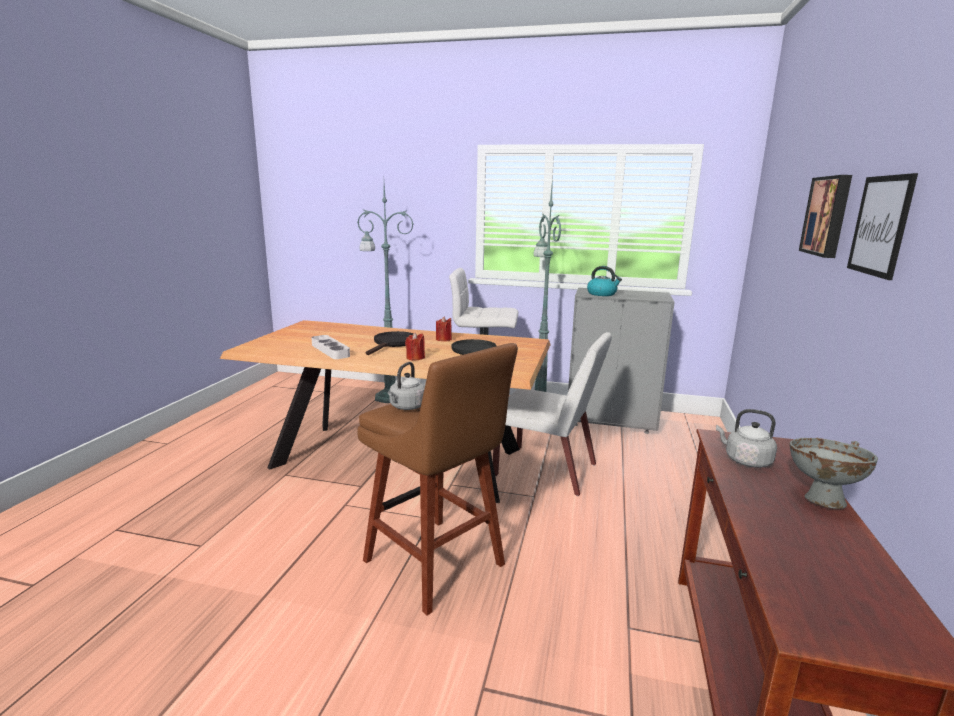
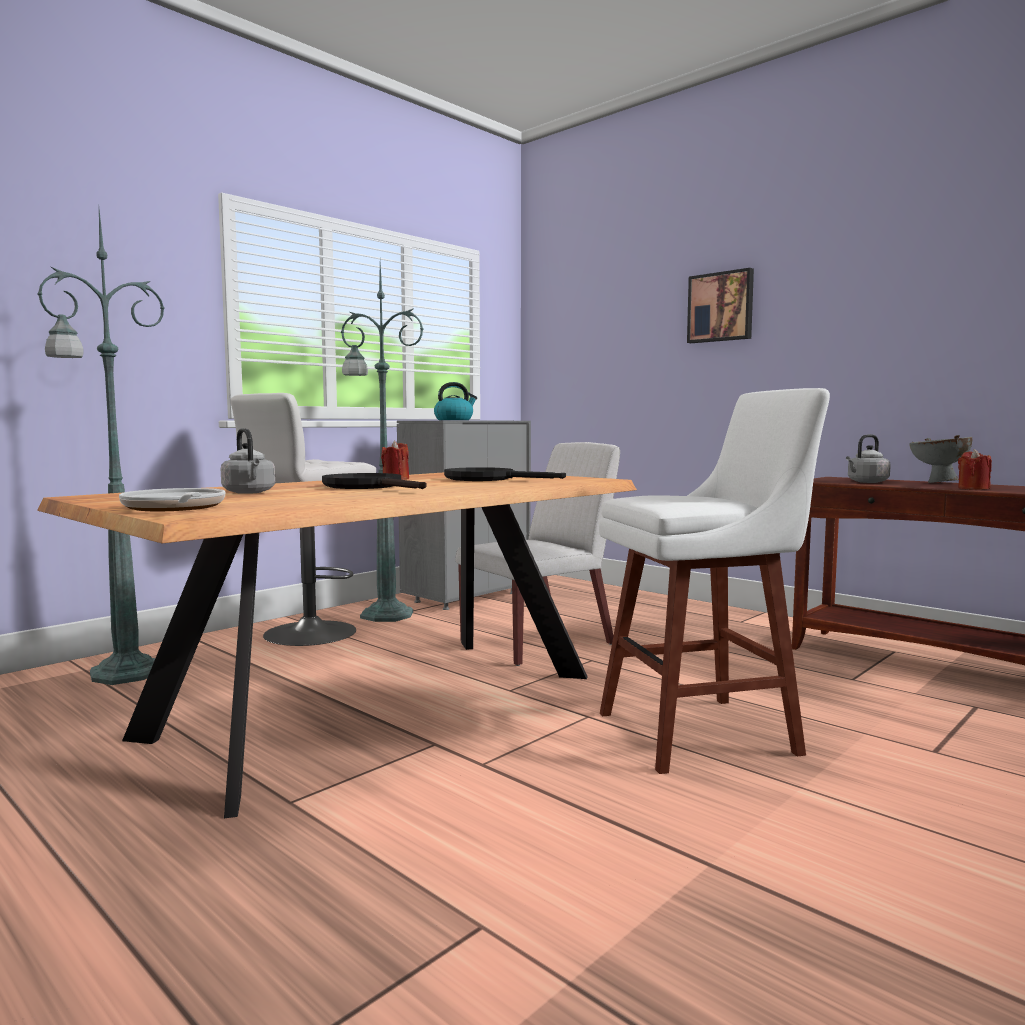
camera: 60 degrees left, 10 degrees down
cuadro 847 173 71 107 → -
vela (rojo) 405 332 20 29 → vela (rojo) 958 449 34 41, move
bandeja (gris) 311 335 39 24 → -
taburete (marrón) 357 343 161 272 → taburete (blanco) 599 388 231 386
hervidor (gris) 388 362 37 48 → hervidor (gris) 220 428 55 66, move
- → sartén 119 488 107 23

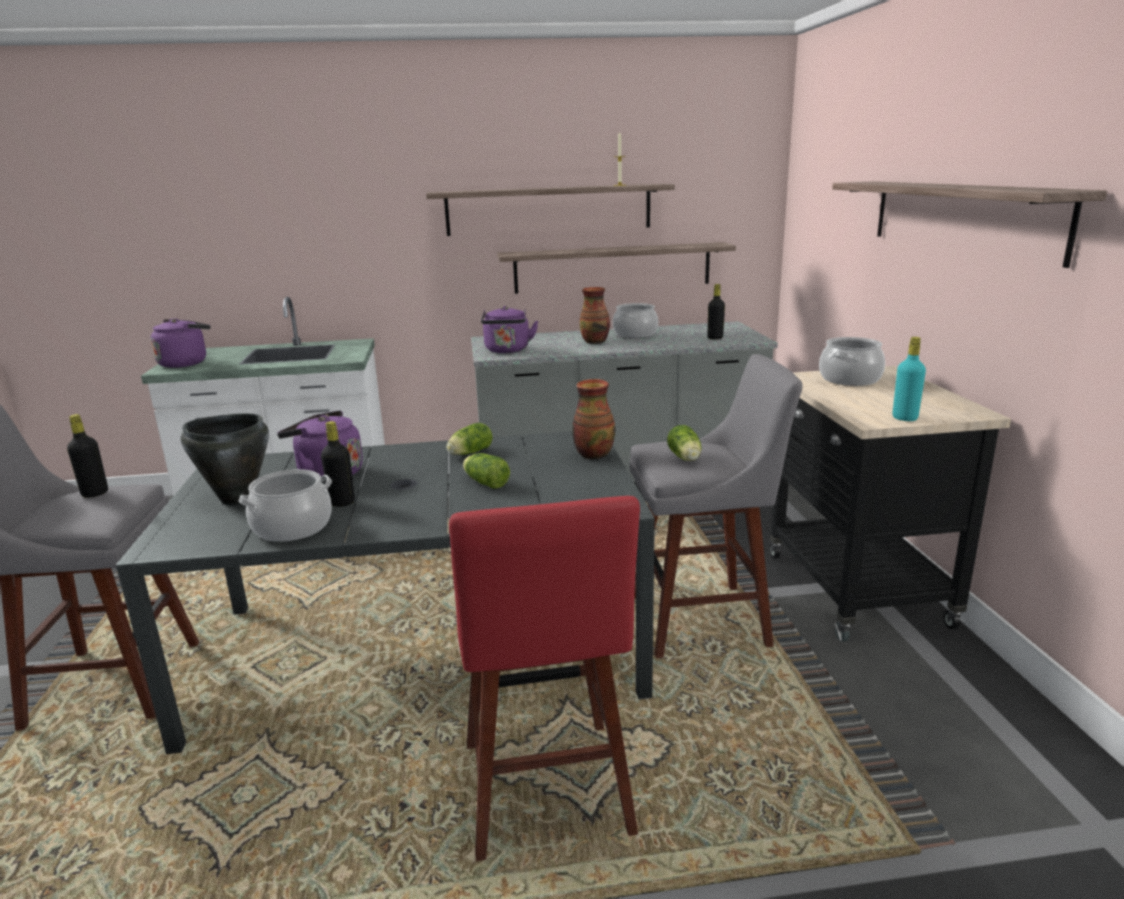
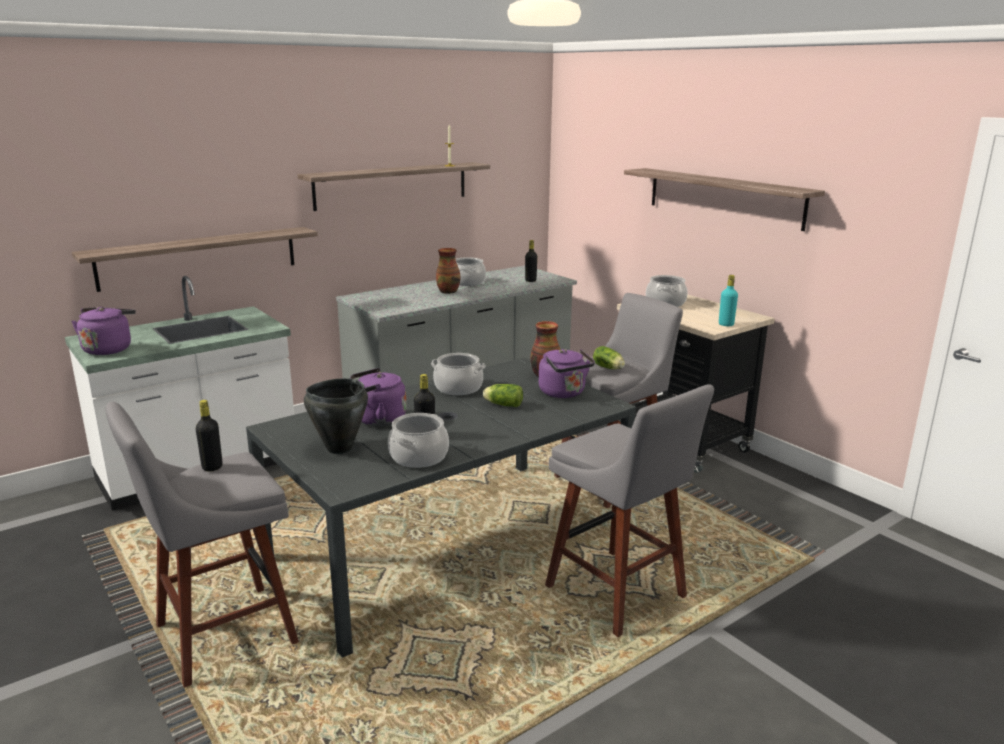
camera: 30 degrees left, 0 degrees up
estante 497 242 239 52 → estante 72 227 246 65, move
hervidor (morado) 481 306 57 47 → hervidor (morado) 539 349 56 49, move
lechuga 446 423 46 32 → olla 431 353 55 42
taburete (rojo) 449 496 191 365 → taburete (gris) 545 384 169 253

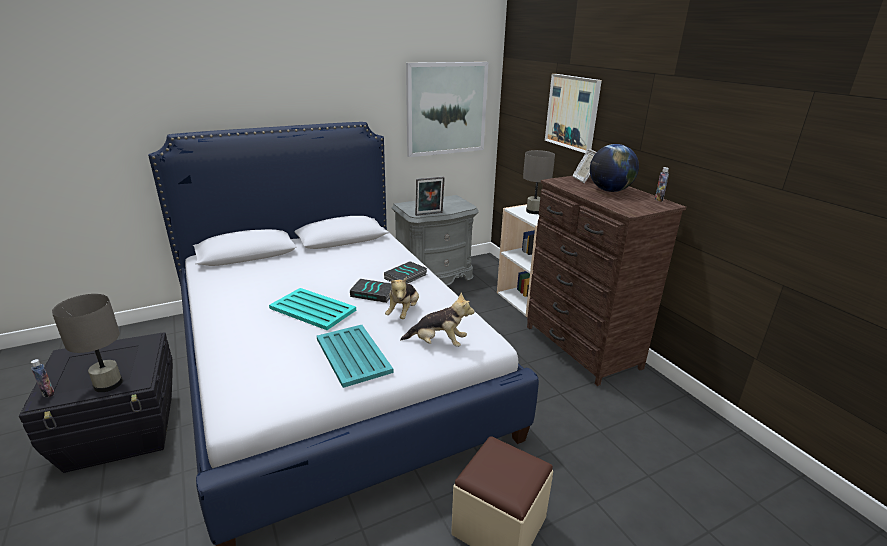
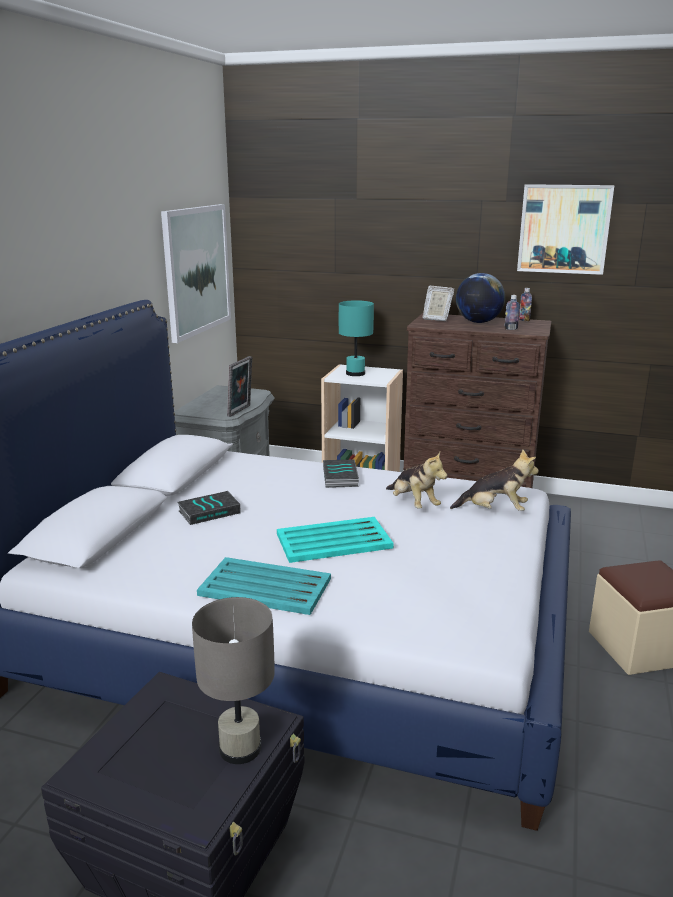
camera: 45 degrees left, 5 degrees down
cuadro 545 74 57 79 → cuadro 517 184 97 91, move
lámpara de mesa (gris) 523 150 32 64 → lámpara de mesa (turquesa) 339 300 35 76
libro 350 279 42 24 → libro 177 491 64 34, move
peluche 400 293 75 54 → peluche 450 449 89 62, 45 degrees clockwise
bandeja (turquesa) 317 325 76 63 → bandeja (turquesa) 197 557 134 58, move
botella 31 359 24 39 → botella 504 295 16 35, move

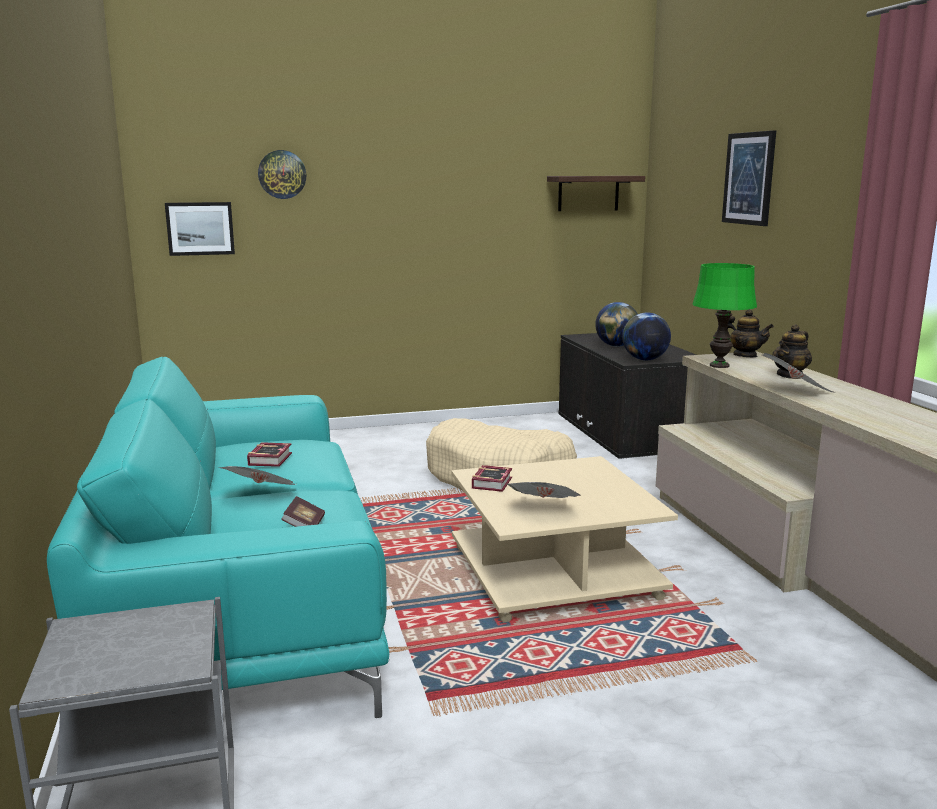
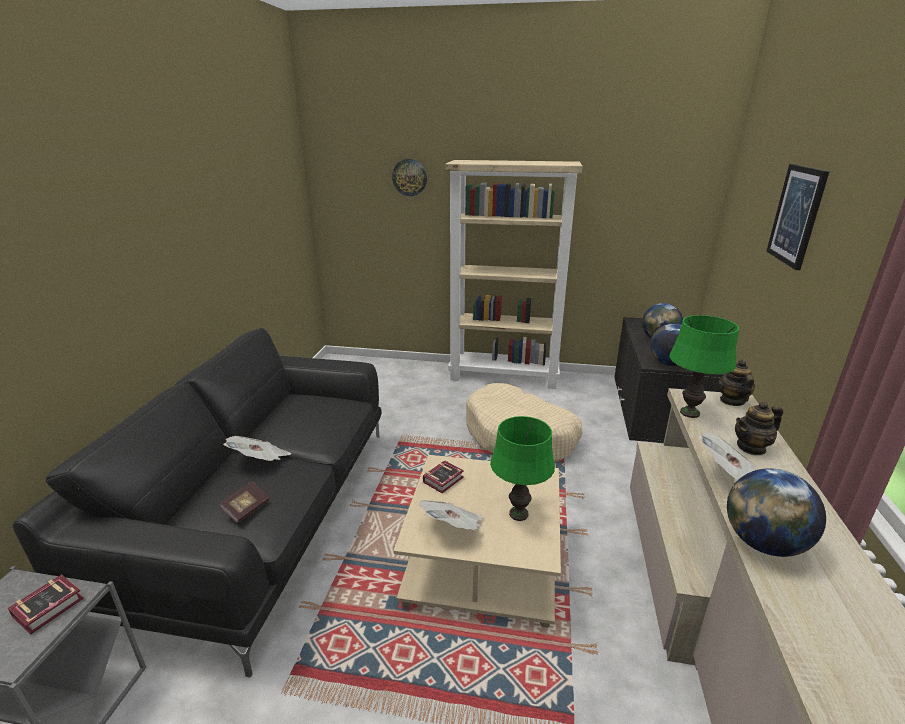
camera: 25 degrees right, 10 degrees up
estante 547 176 98 35 → -
cuadro 165 202 70 54 → -
tetera 727 309 47 48 → tetera 718 359 37 47, 150 degrees counterclockwise
sofá (turquesa) 47 357 342 361 → sofá (negro) 13 328 369 349
libro 247 442 45 25 → libro 8 574 76 61, move
- → estantería (beis) 445 160 137 229
- → lámpara de mesa (verde) 490 416 65 105
- → globo terráqueo 727 468 99 89

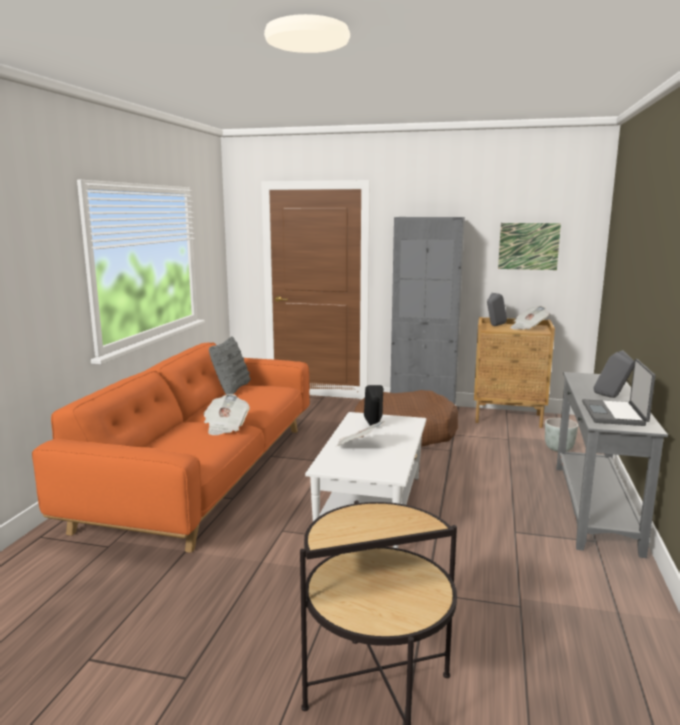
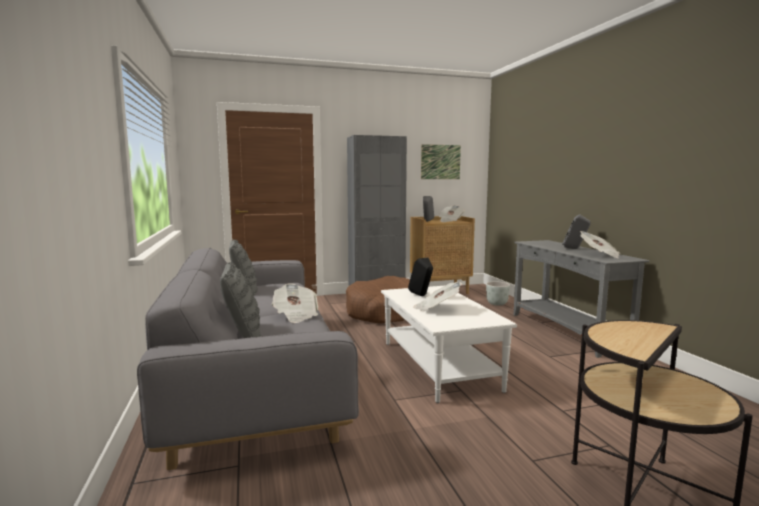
camera: 30 degrees left, 5 degrees down
sofá (naranja) 32 343 278 210 → sofá (gris) 137 248 222 222
portátil 582 359 73 67 → periódico 580 231 40 27
- → cojín (gris) 220 262 41 76

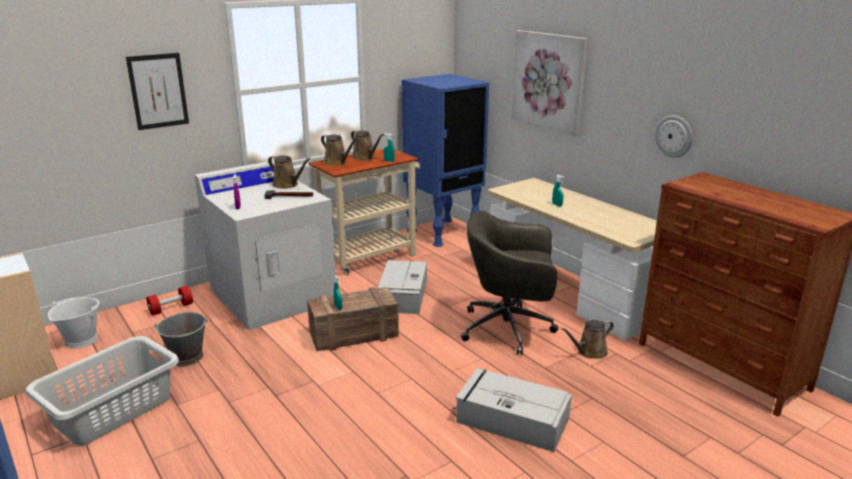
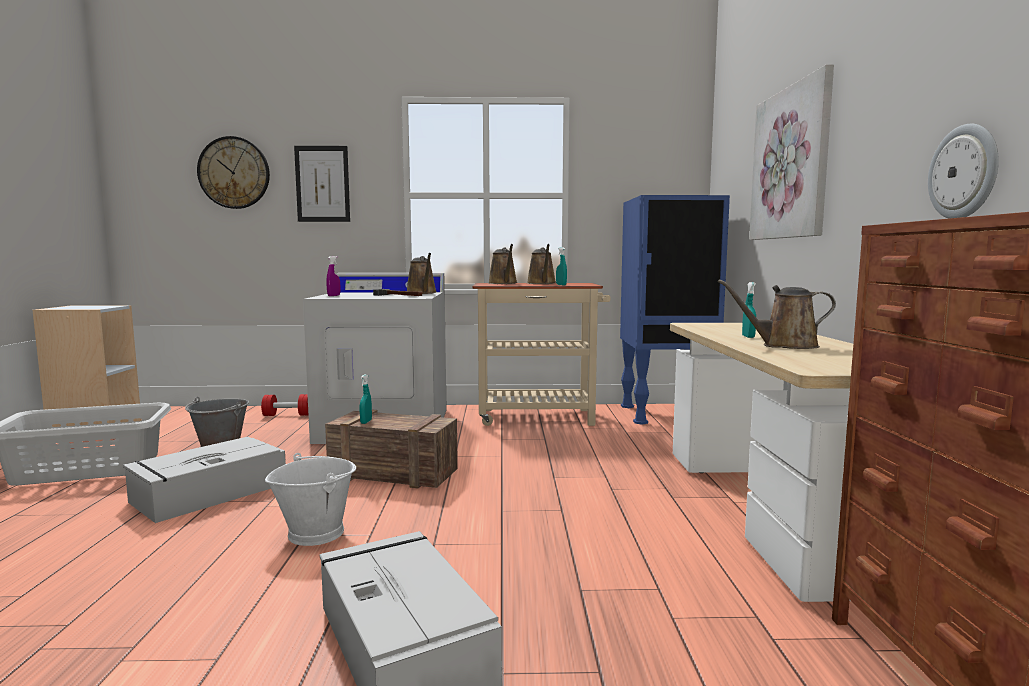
camera: 35 degrees right, 15 degrees down
silla de oficina (gris) 461 211 98 144 → -
caja de almacenaje (gris) 378 260 49 54 → caja de almacenaje (gris) 123 437 163 86, move
cubo (blanco) 48 297 52 51 → cubo (blanco) 265 453 91 93, move
regadera (marrón) 561 320 53 39 → regadera (marrón) 718 280 118 69, move
- → reloj de pared 197 136 73 73

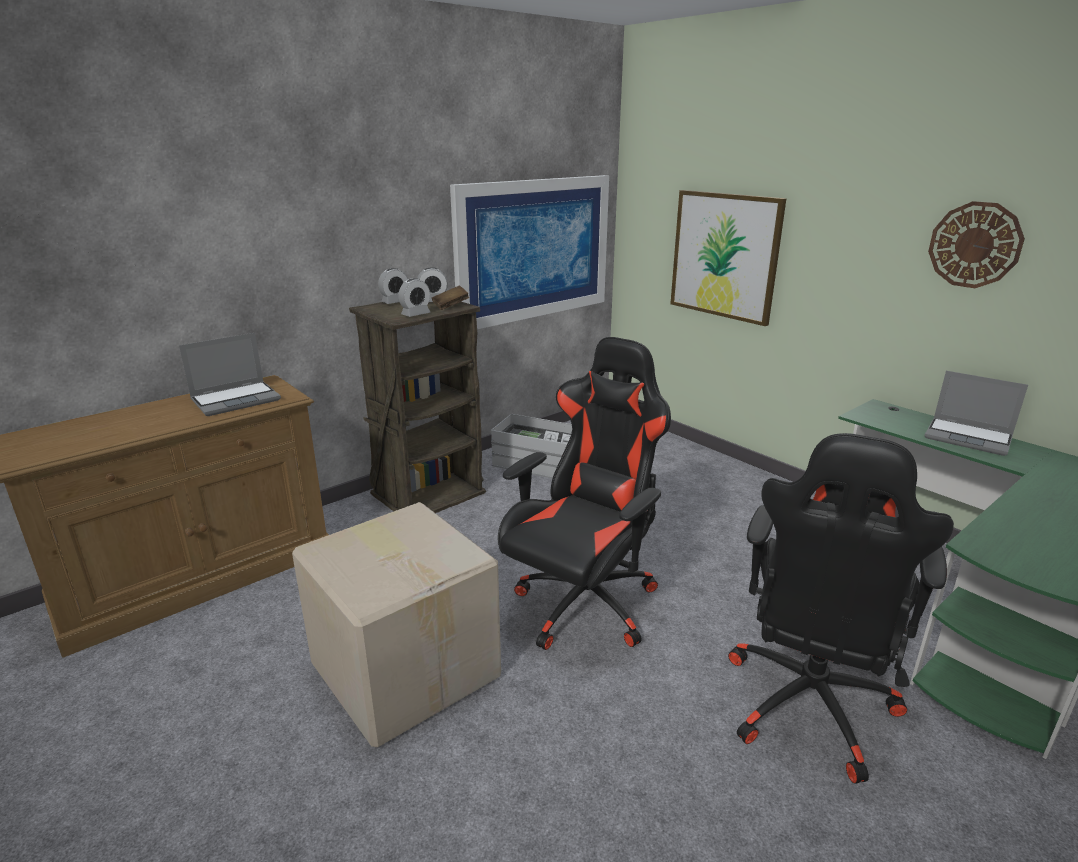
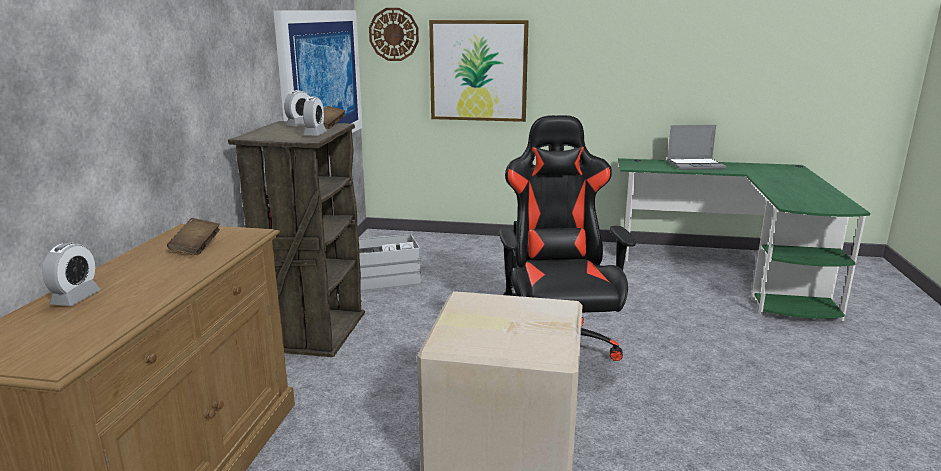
camera: 40 degrees left, 5 degrees down
reloj de pared 928 201 97 87 → reloj de pared 369 8 50 53, move
despertador 378 268 30 36 → despertador 42 242 59 64, move
portátil 179 333 102 83 → libro (marrón) 167 218 53 37
silla de oficina (negro) 728 433 226 351 → -

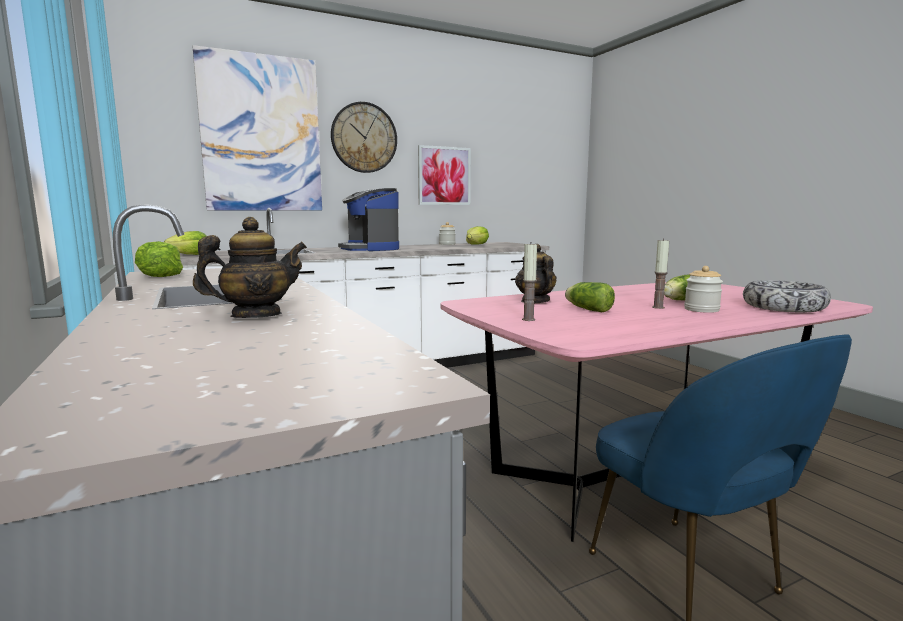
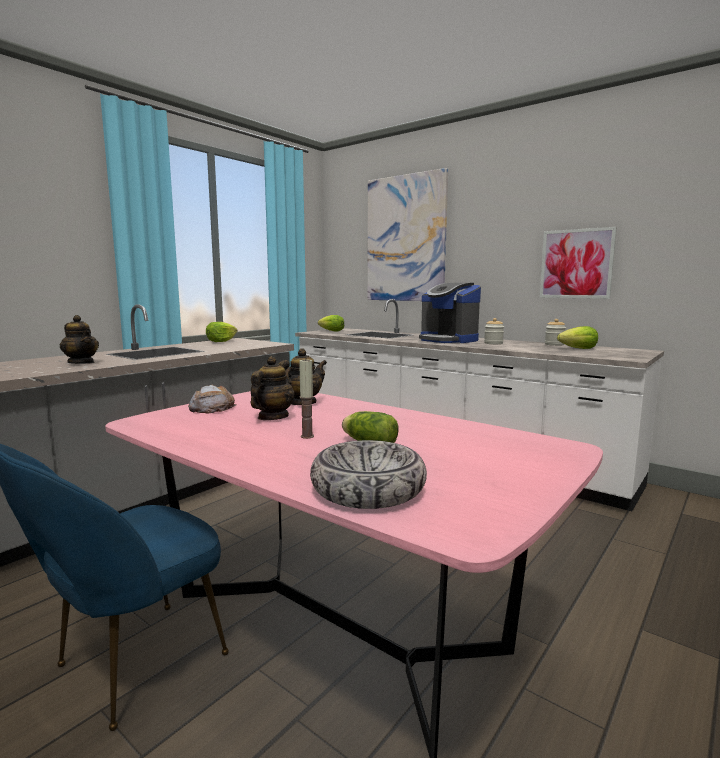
camera: 65 degrees right, 0 degrees up
reloj de pared 331 102 66 71 → -
cafetera 338 188 61 63 → cafetera 419 283 62 60, 75 degrees counterclockwise
vela 522 244 15 77 → pan 188 385 48 29
tarro 684 266 39 47 → tarro 484 318 20 26, move
lechuga 565 282 50 30 → tetera 251 356 44 64

